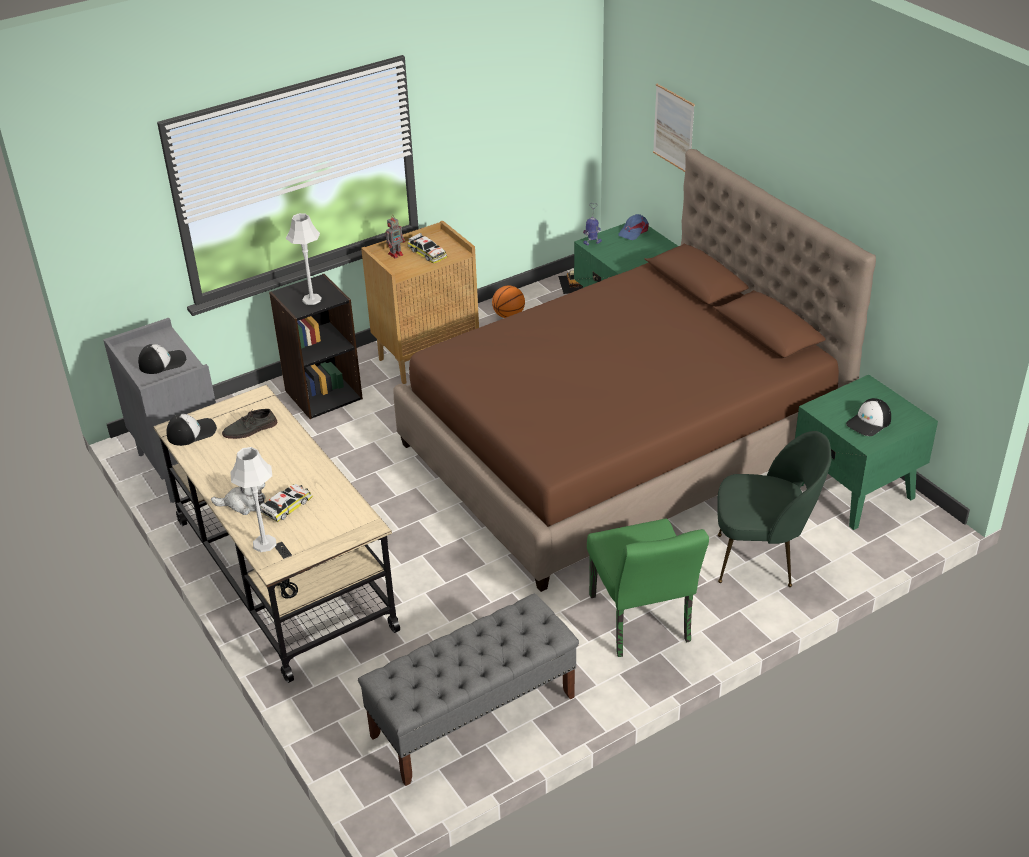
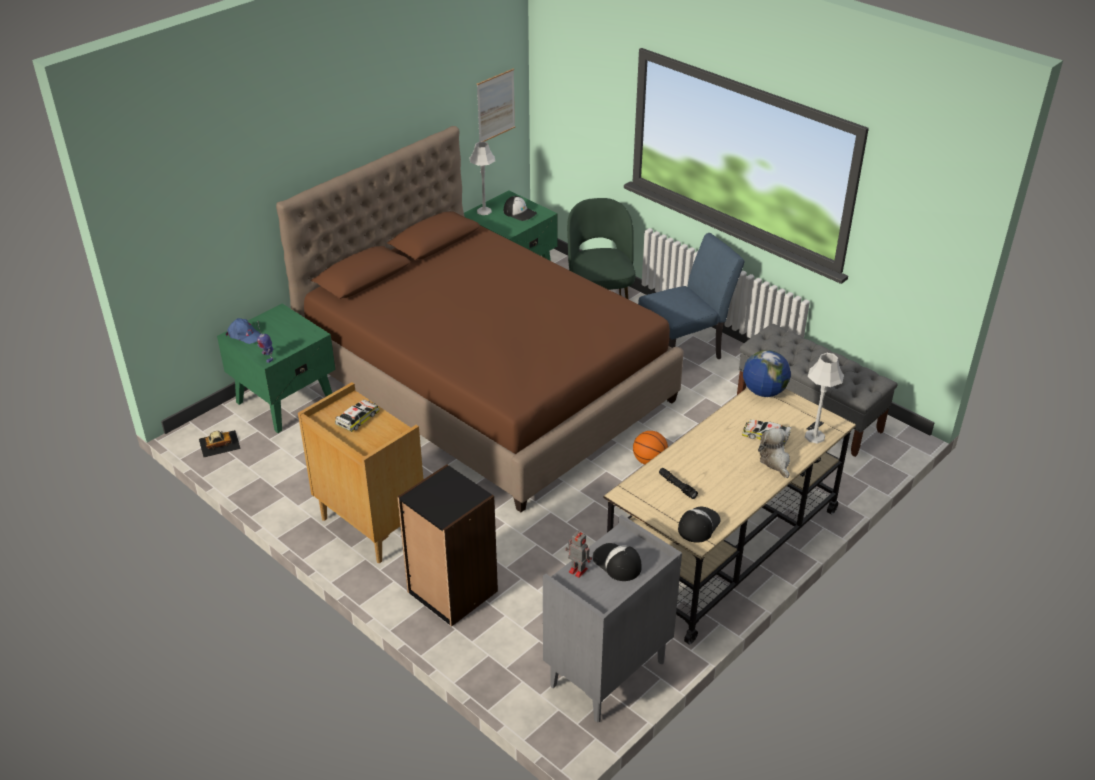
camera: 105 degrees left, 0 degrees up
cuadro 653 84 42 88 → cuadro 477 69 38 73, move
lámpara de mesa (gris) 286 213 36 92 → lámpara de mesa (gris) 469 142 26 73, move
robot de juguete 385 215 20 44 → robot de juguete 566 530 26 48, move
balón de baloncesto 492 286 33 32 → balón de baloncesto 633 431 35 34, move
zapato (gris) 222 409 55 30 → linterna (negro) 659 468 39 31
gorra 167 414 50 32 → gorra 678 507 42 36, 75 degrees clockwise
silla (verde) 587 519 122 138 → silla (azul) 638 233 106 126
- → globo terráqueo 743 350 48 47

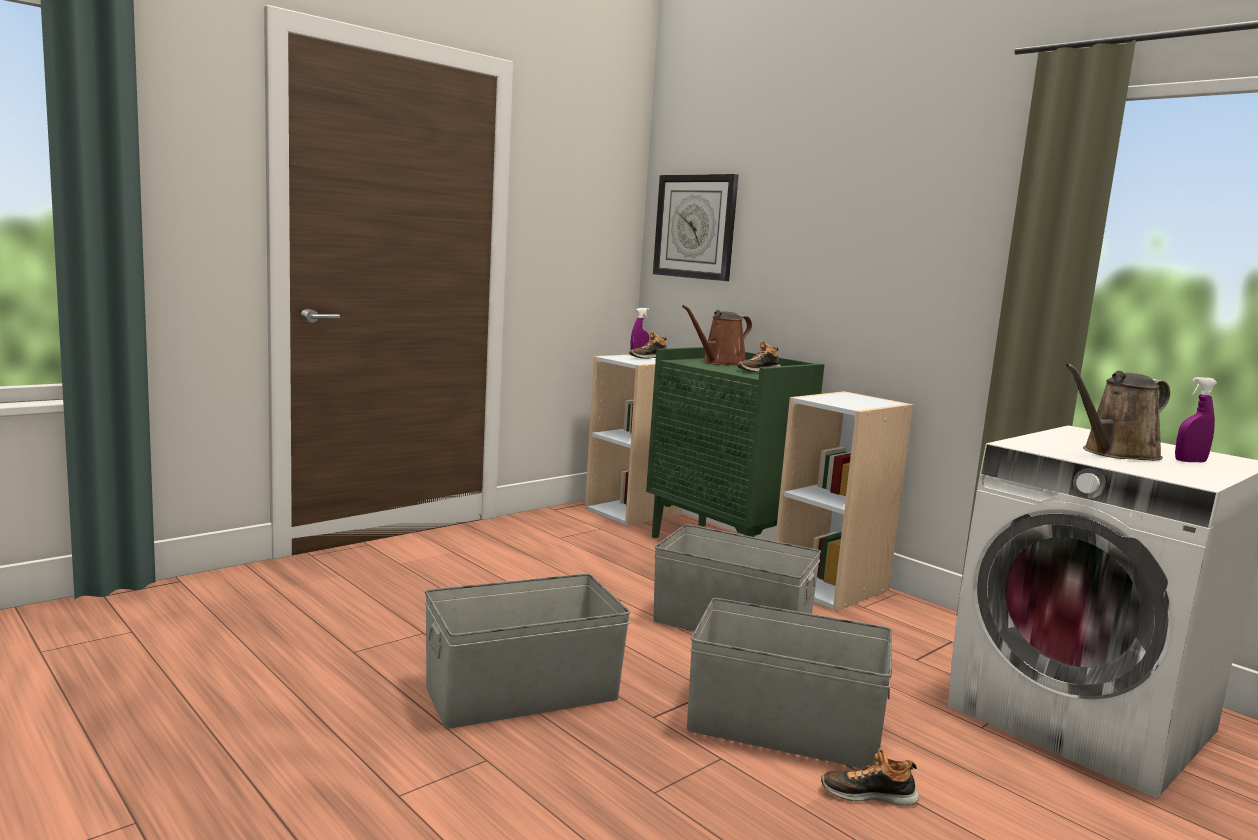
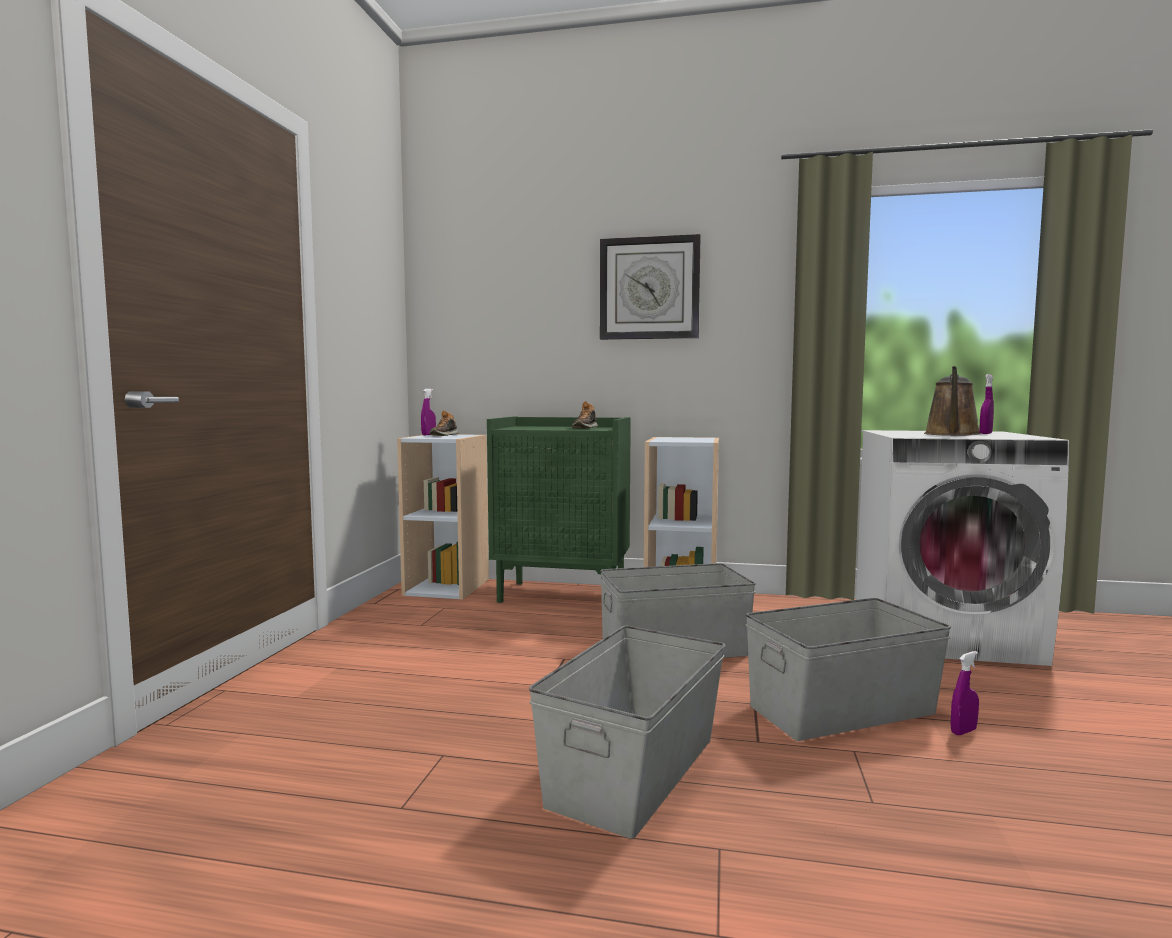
camera: 35 degrees left, 5 degrees down
reloj de pared 653 174 85 107 → reloj de pared 600 234 101 106, move
regadera (marrón) 682 305 70 60 → -
zapato 821 748 98 58 → pulverizador (morado) 951 651 28 84

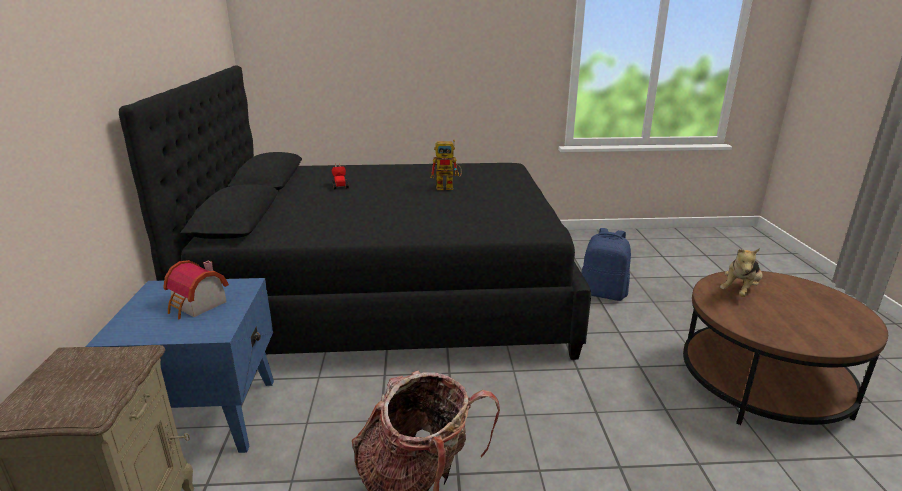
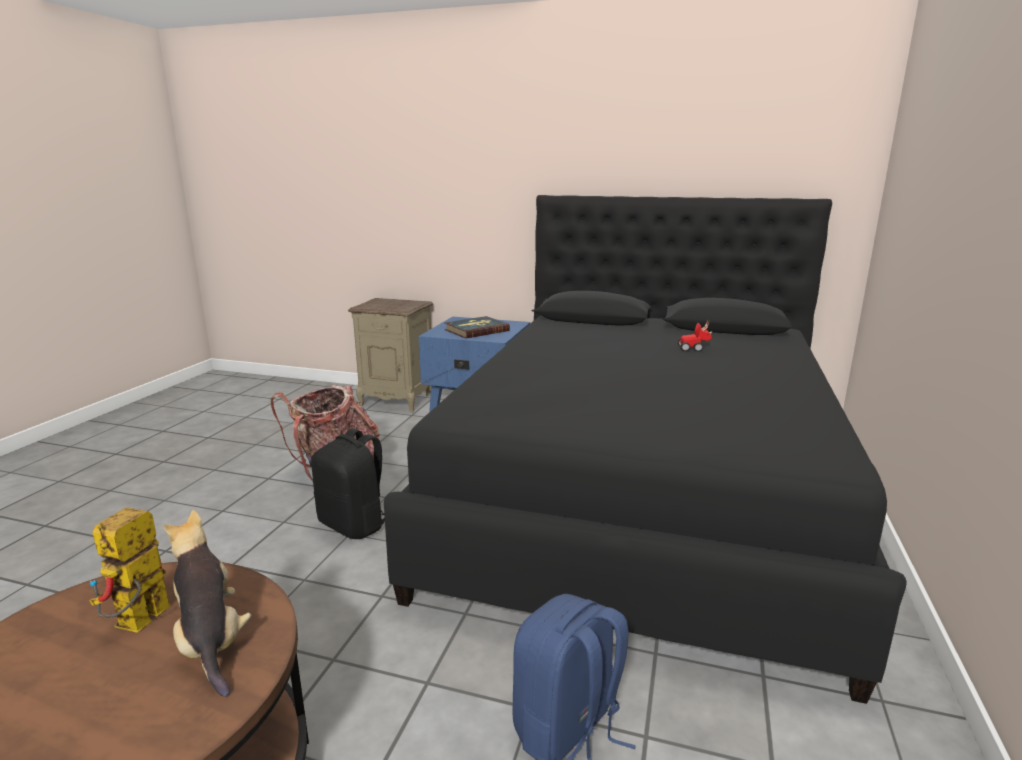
camera: 110 degrees right, 5 degrees down
robot de juguete 430 140 32 50 → robot de juguete 89 507 82 126, move
casita 163 260 66 59 → libro 445 316 65 22
- → mochila (negro) 311 428 74 111

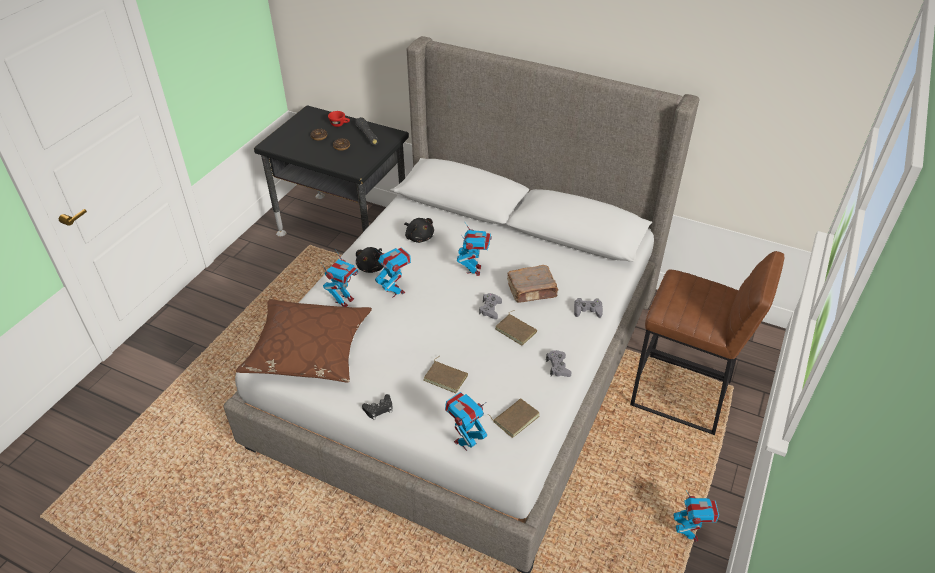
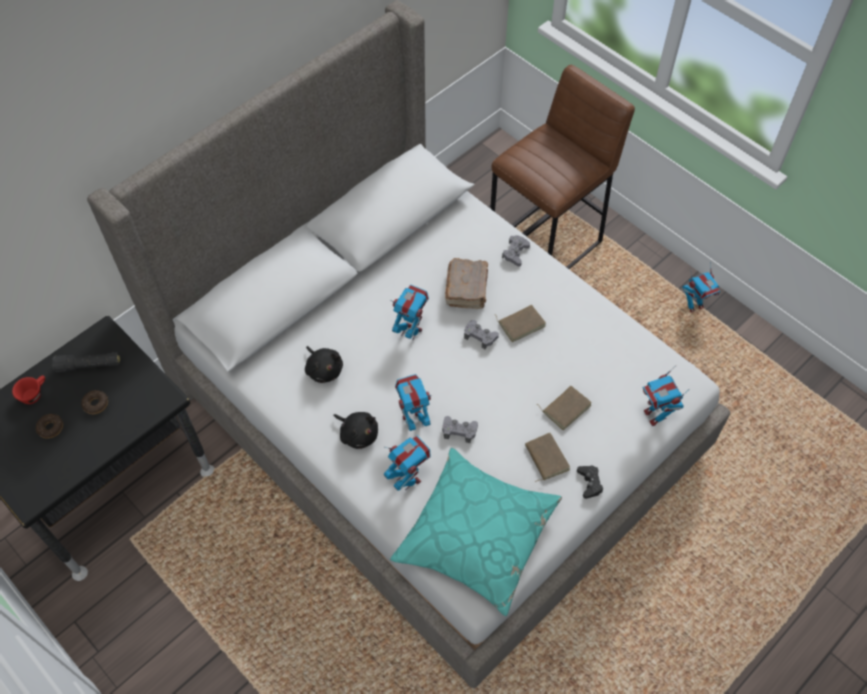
camera: 70 degrees left, 15 degrees up
peluche (negro) 404 218 30 25 → peluche (negro) 305 346 38 37, 75 degrees clockwise
cojín (marrón) 236 299 136 83 → cojín (turquesa) 390 448 172 168
mando de consola (gris) 546 350 26 27 → mando de consola (gris) 442 416 36 27, move
libro (marrón) 487 398 53 40 → libro (marrón) 525 433 45 49, move
robot de juguete 673 490 46 51 → robot de juguete 683 262 37 51, 135 degrees clockwise

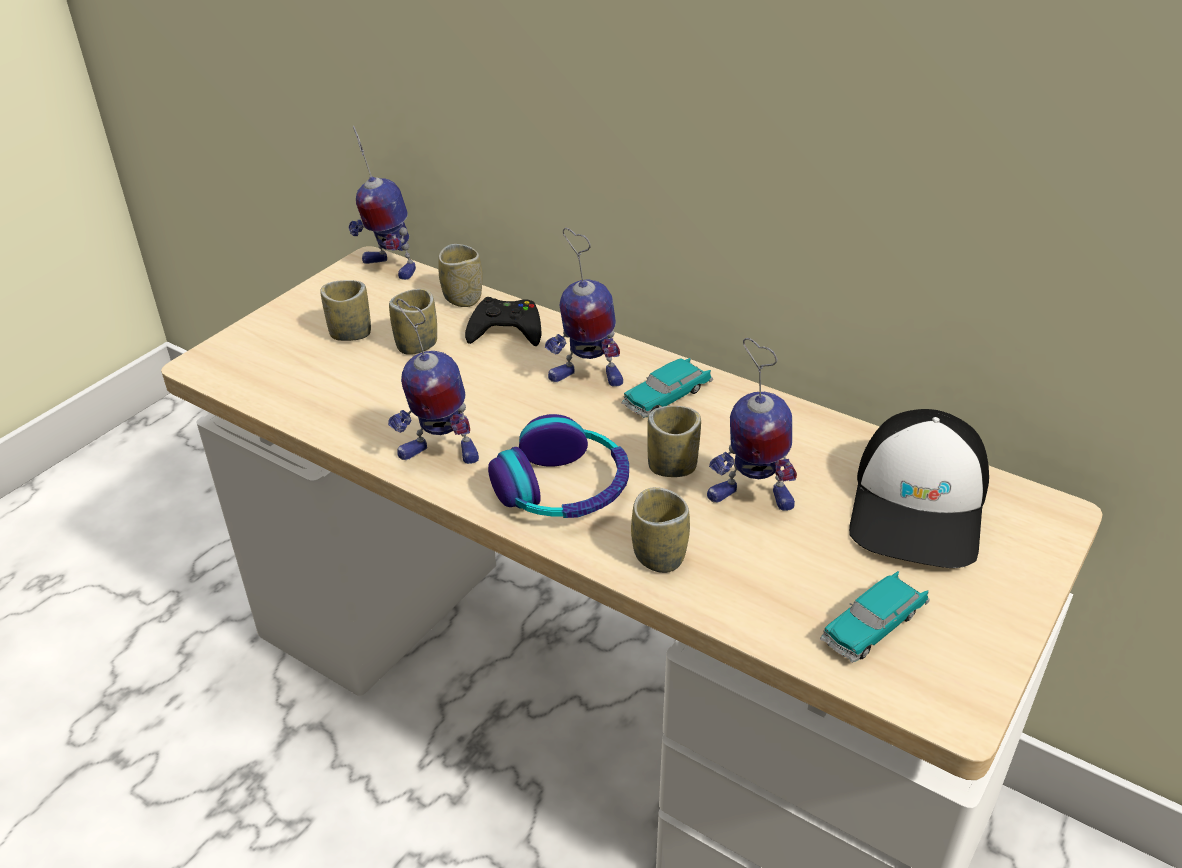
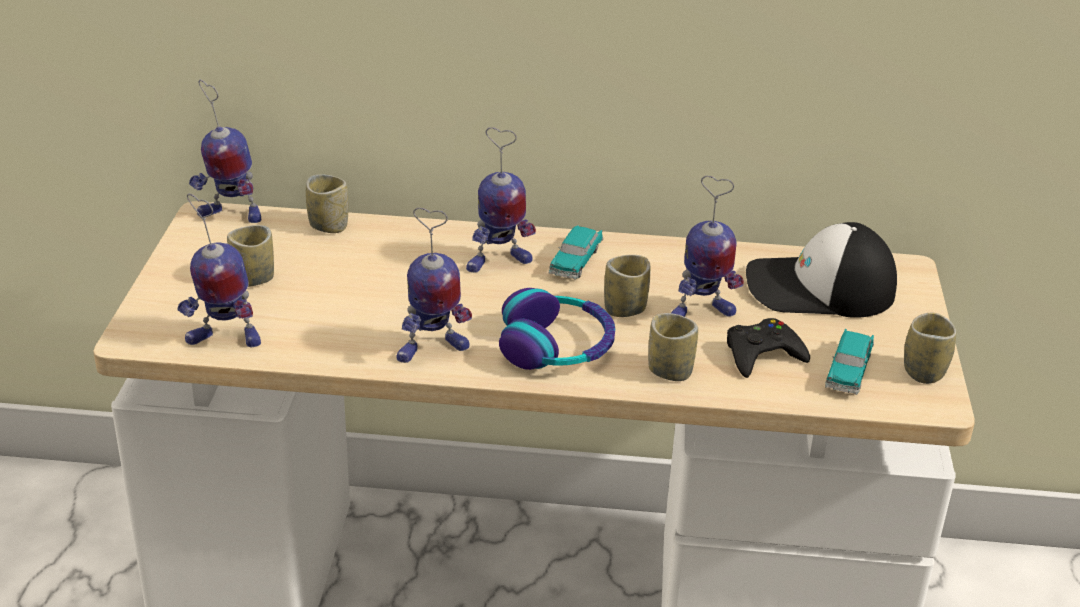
camera: 30 degrees left, 5 degrees down
taza 389 289 48 66 → taza 904 313 52 71, move
mando de consola (negro) 465 297 76 49 → mando de consola (negro) 727 318 83 60, move
gorra 849 409 140 159 → gorra 746 222 151 96, 105 degrees clockwise
- → robot de juguete 178 194 83 153

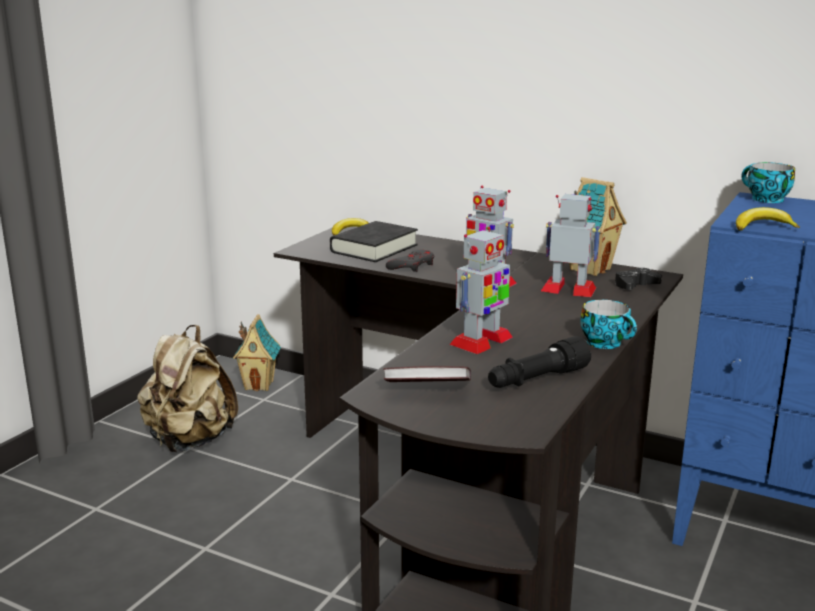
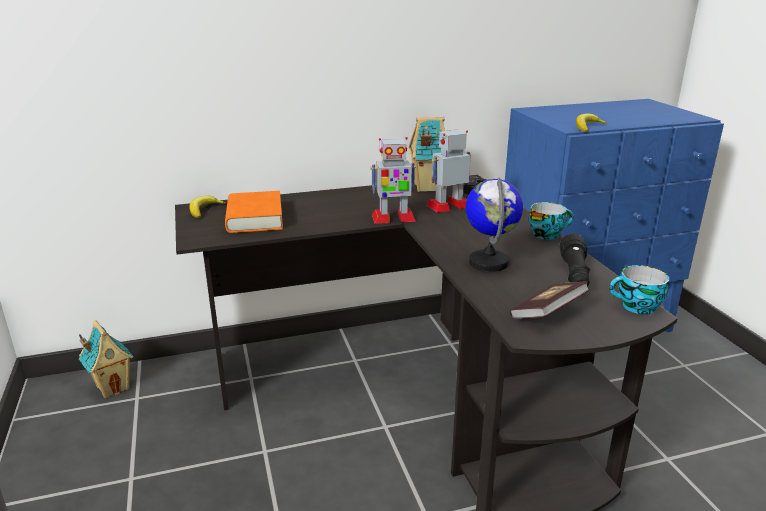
camera: 45 degrees left, 5 degrees up
taza 742 162 53 41 → taza 609 265 60 49, move
libro (negro) 330 221 88 41 → libro (naranja) 225 191 58 42
robot de juguete 449 227 64 127 → globo terráqueo 466 177 57 95
mando de consola (gris) 386 249 48 23 → -
mochila (beis) 137 325 101 127 → -

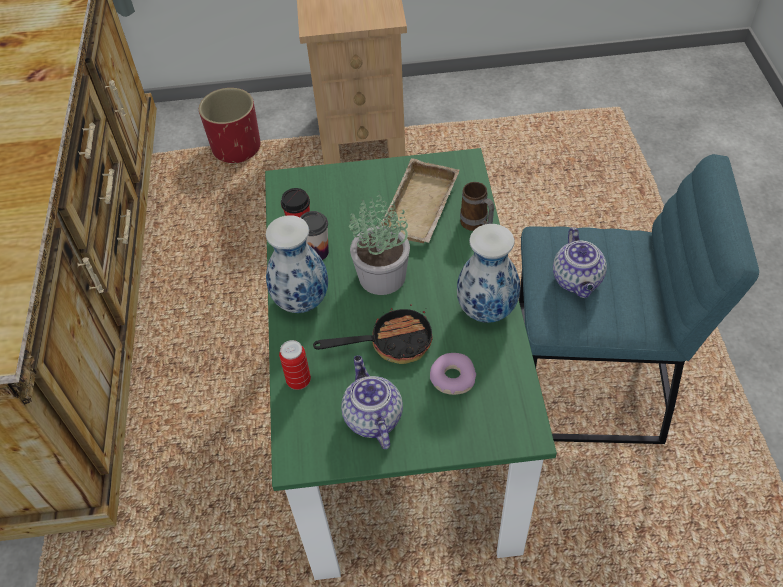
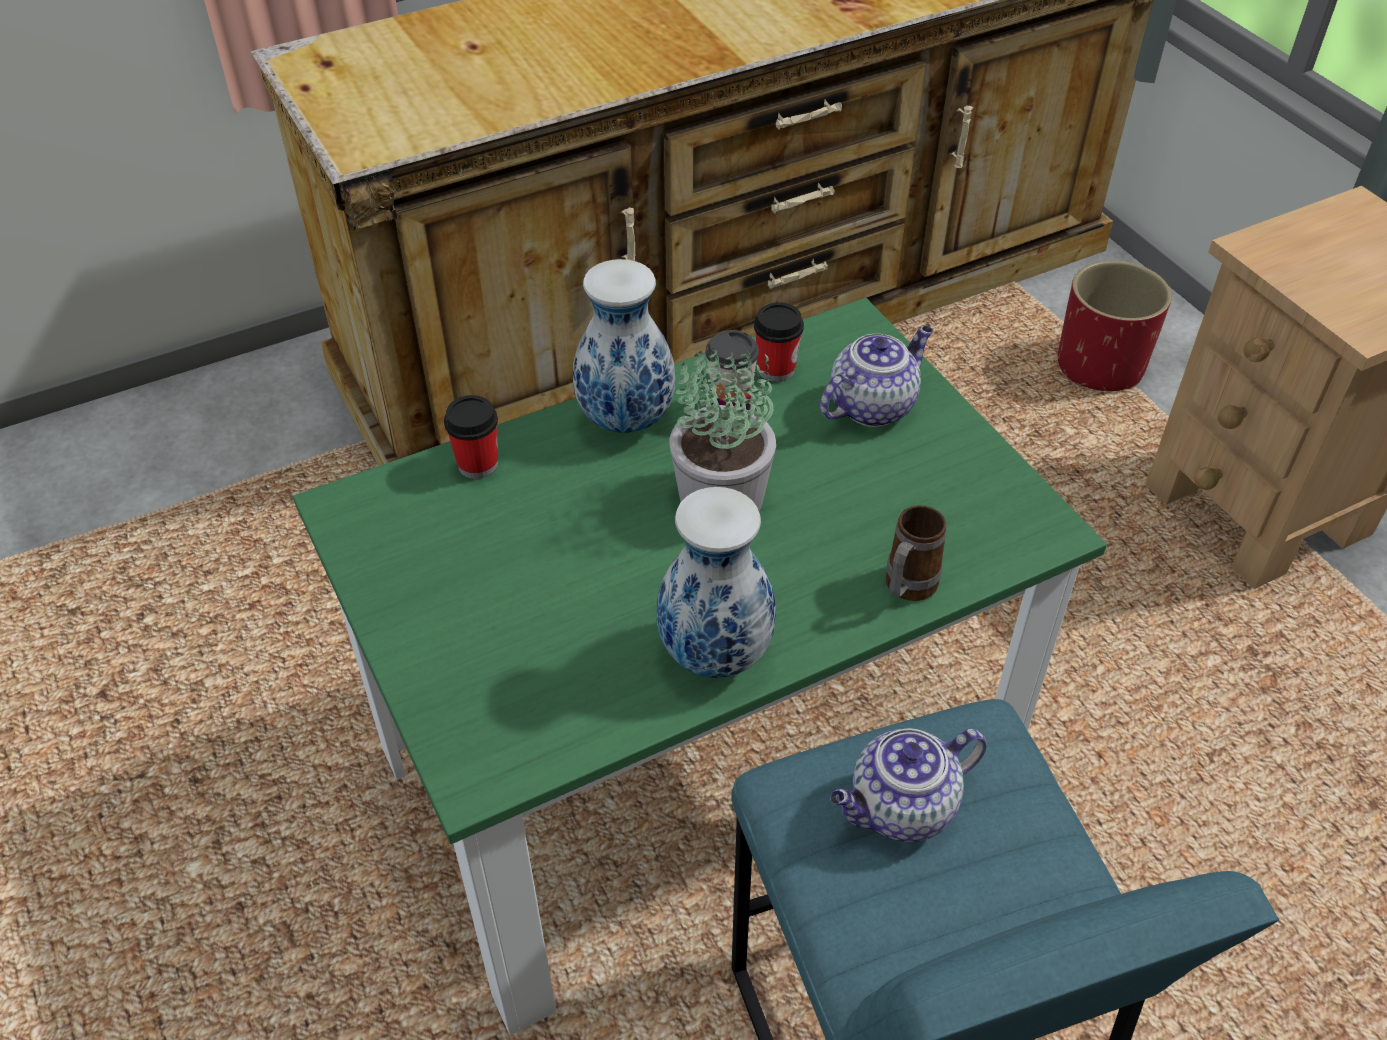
camera: 65 degrees right, 5 degrees down
bandeja (beis) 381 158 79 85 → -
sartén 313 304 120 60 → -
lata 279 340 32 50 → taza 444 395 54 84
rosquilla 430 353 46 42 → -
tetera 341 355 62 94 → tetera 820 326 113 101, move

